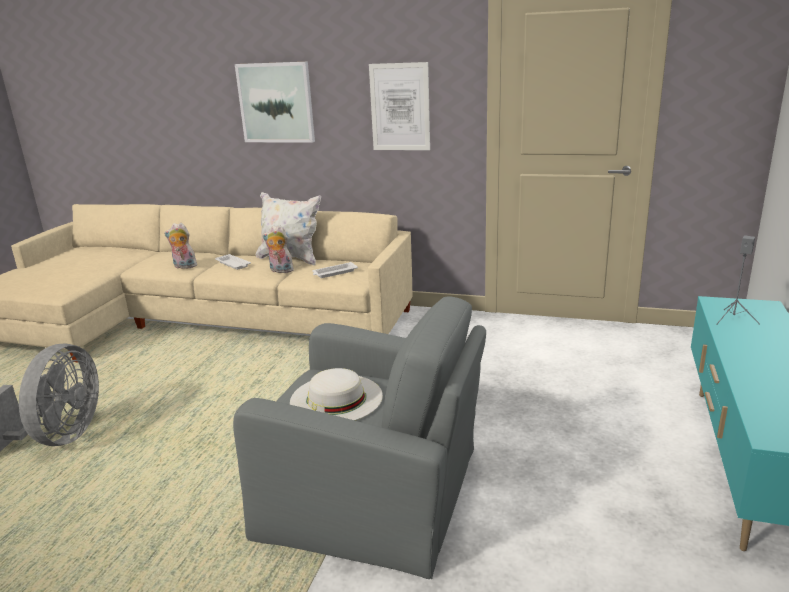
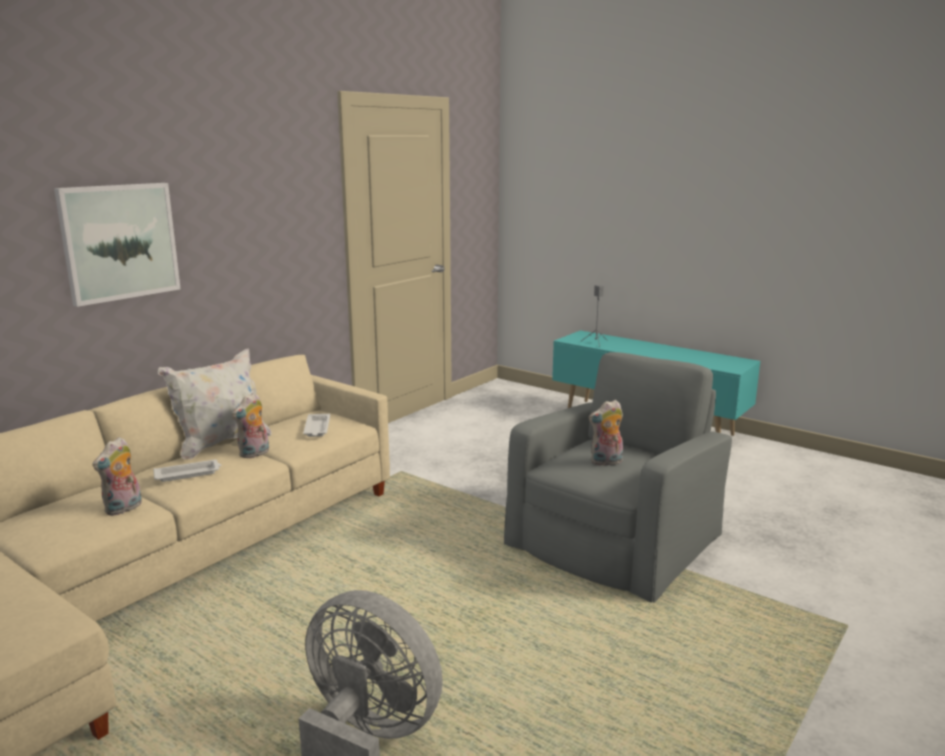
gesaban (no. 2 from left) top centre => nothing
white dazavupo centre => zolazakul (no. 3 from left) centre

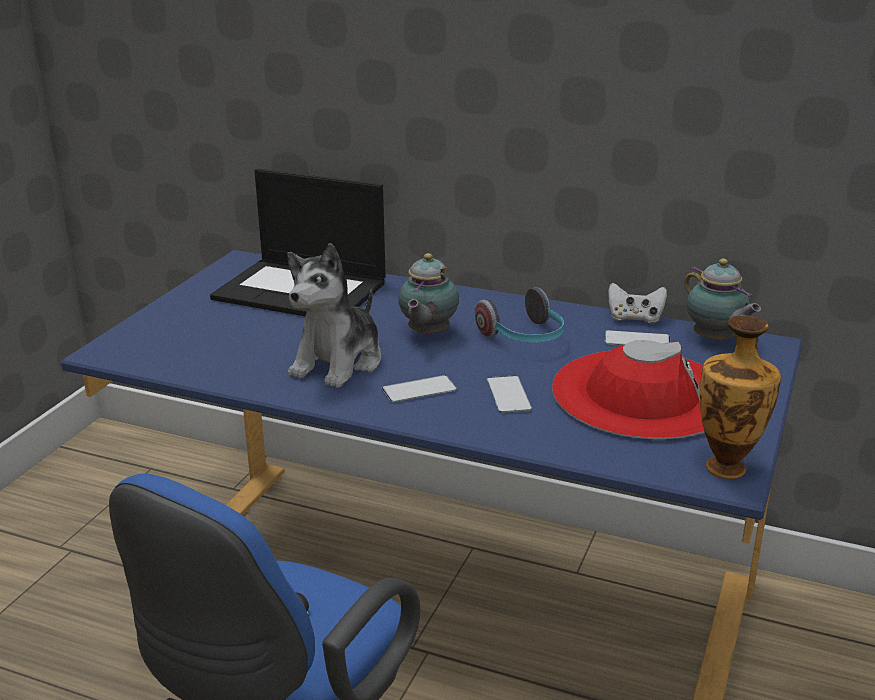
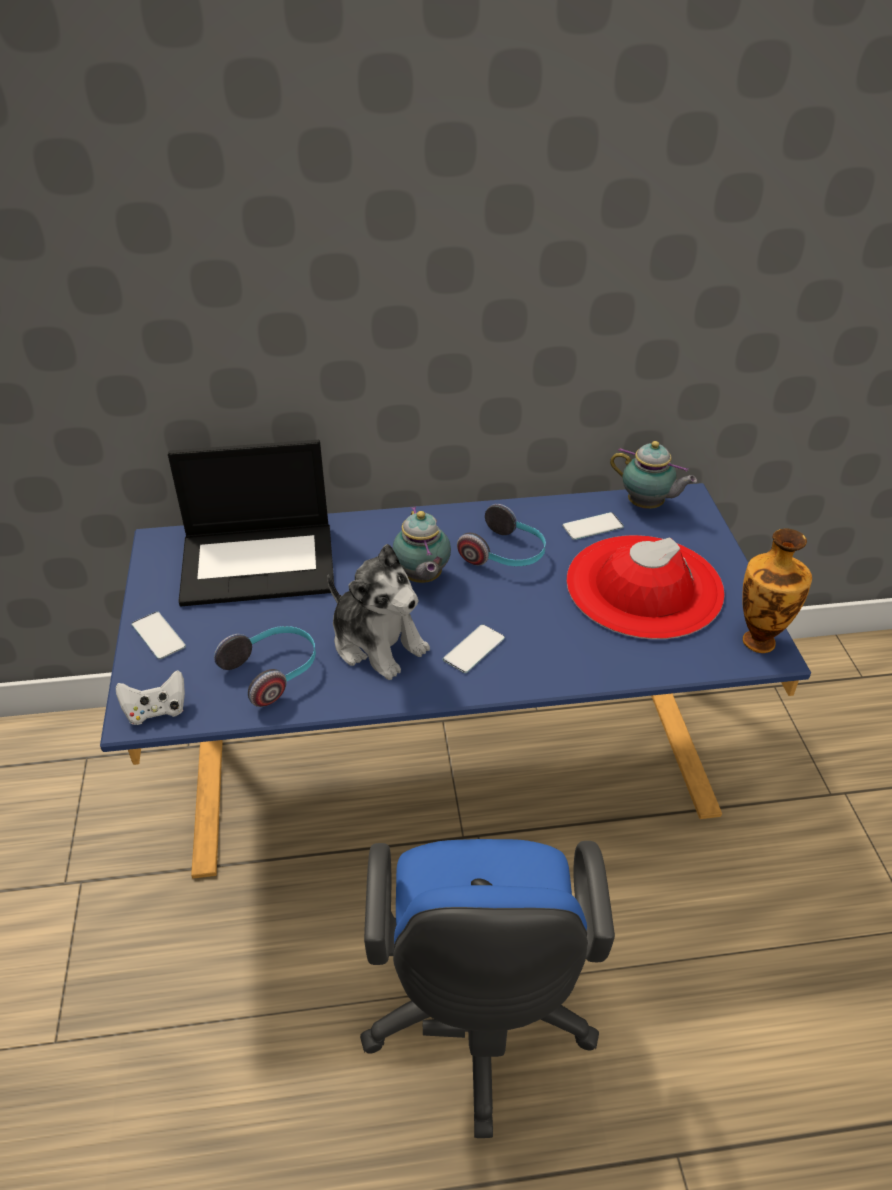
nothing => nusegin (no. 1 from left) middle left
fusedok (no. 2 from left in the first image) centre => fusedok (no. 1 from left) middle left, shifted
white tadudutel middle right => white tadudutel middle left, shifted
zolazakul centre, 45 degrees counterclockwise

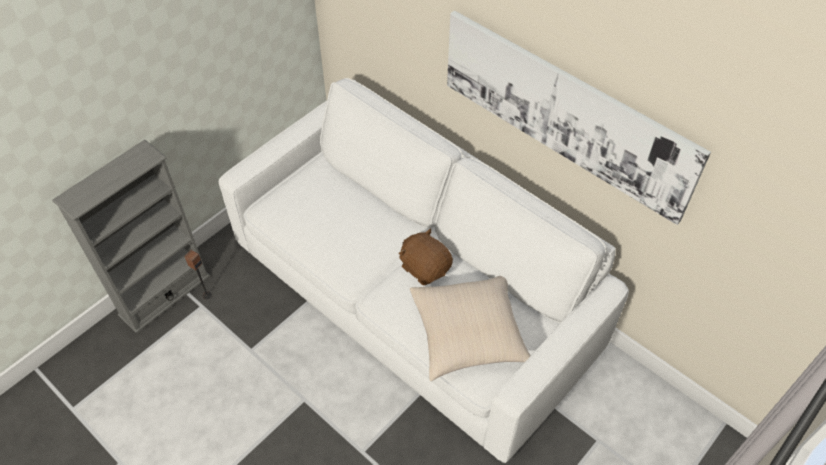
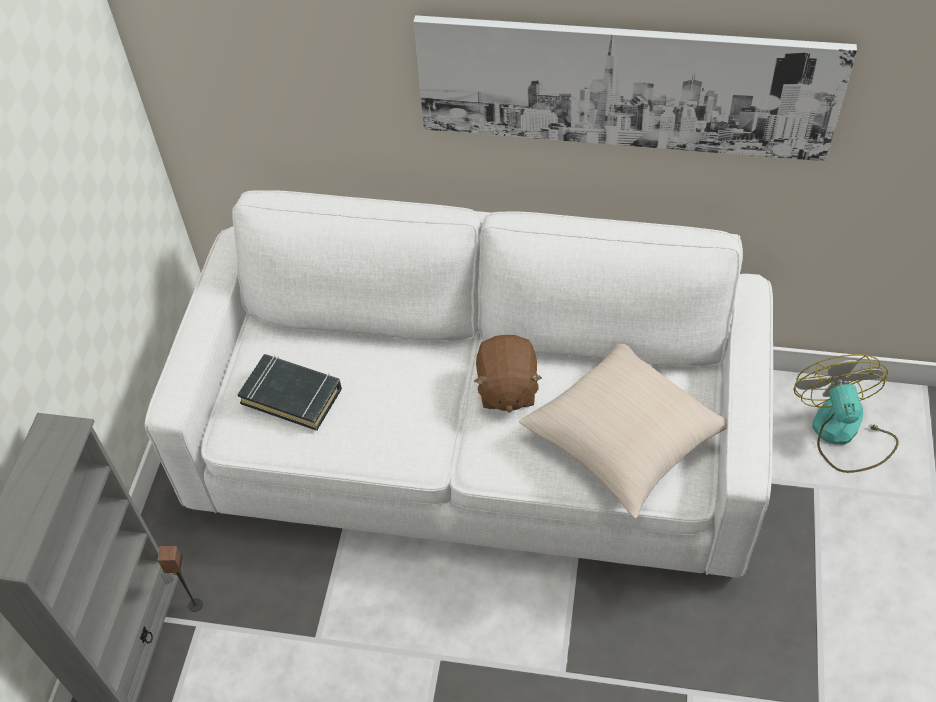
nothing => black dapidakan middle left
nothing => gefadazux middle right
brown zolazakul centre, 105 degrees counterclockwise

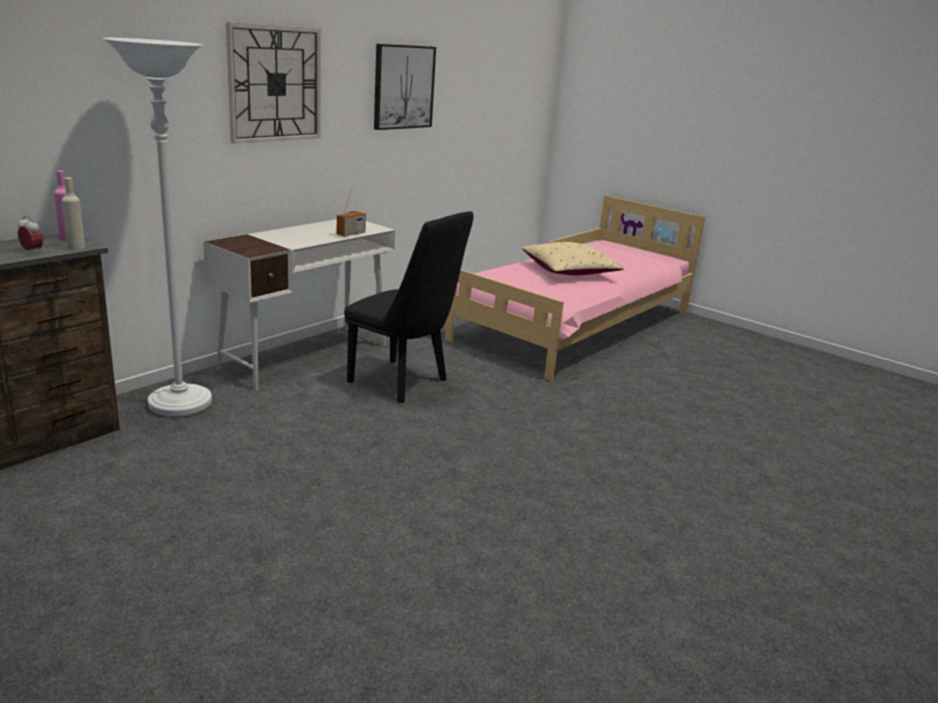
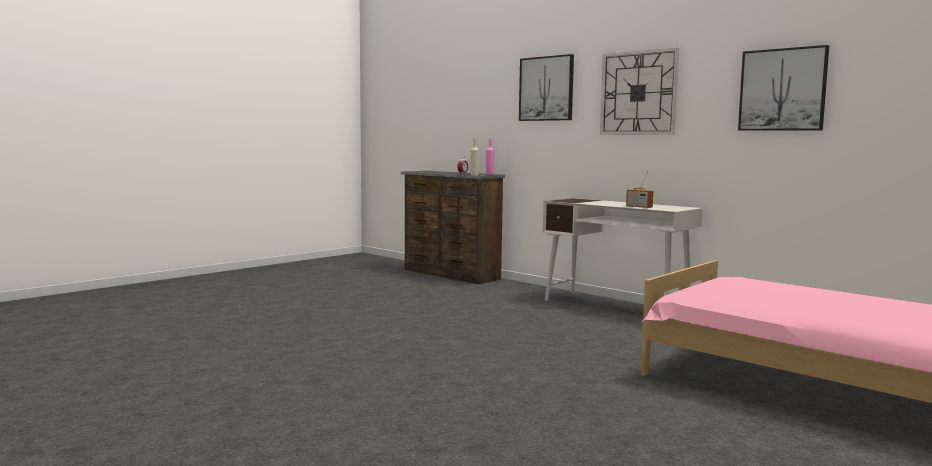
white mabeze top left => nothing
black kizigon centre => nothing
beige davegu centre => nothing
nothing => gesaban (no. 1 from left) top centre

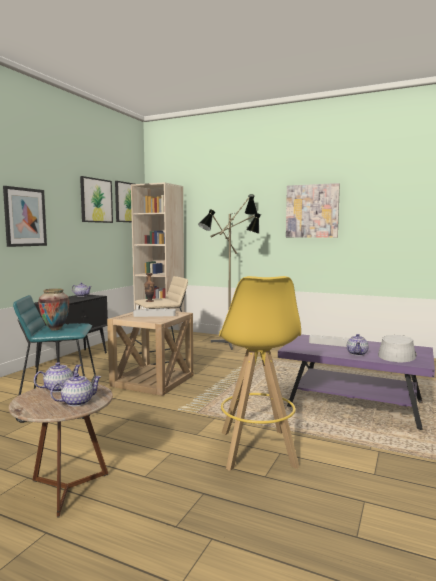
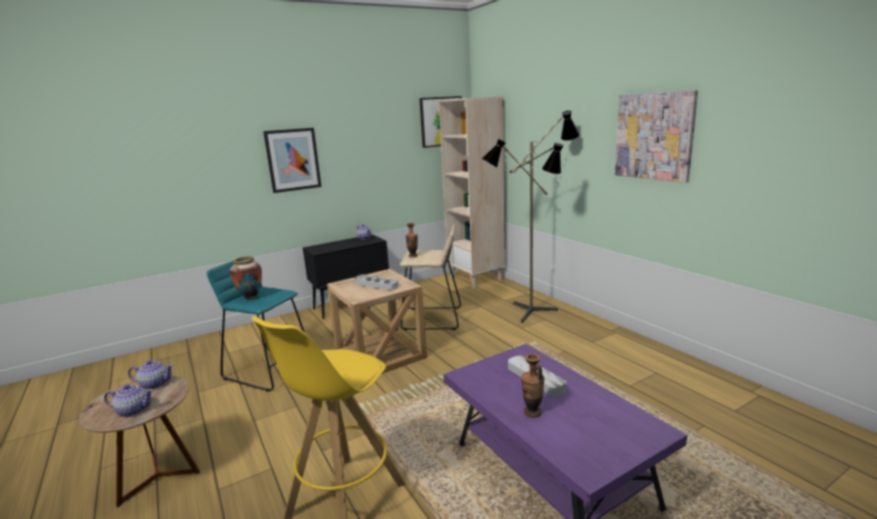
gesaban (no. 2 from left) middle left => nothing
grey dazavupo middle right => nothing
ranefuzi (no. 4 from left) middle right => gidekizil (no. 3 from left) bottom centre

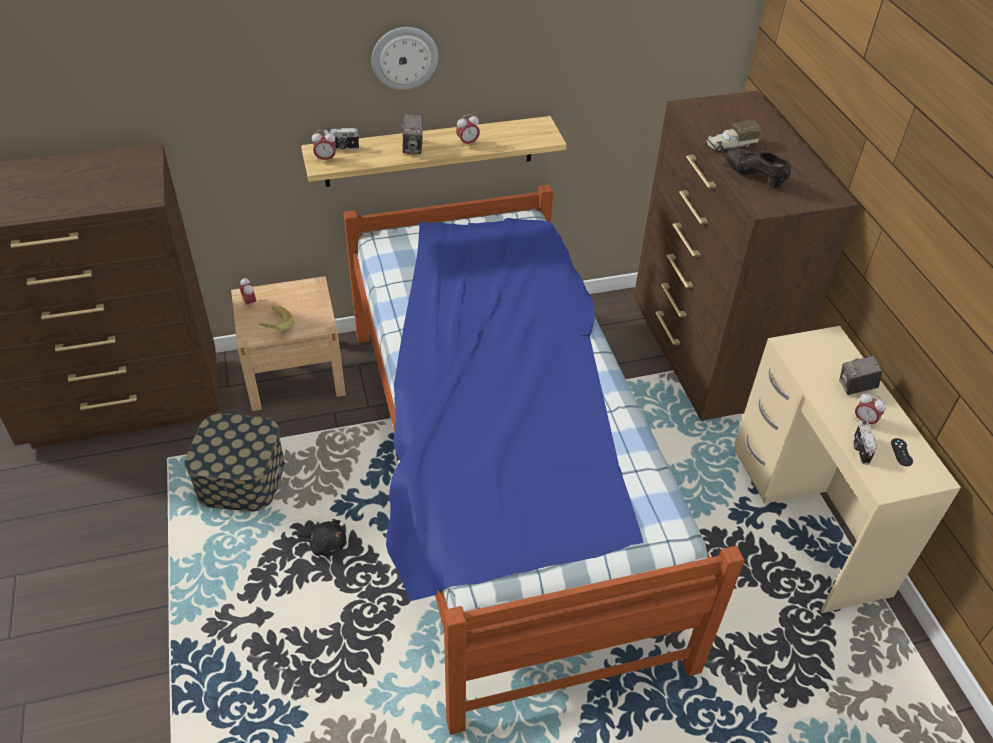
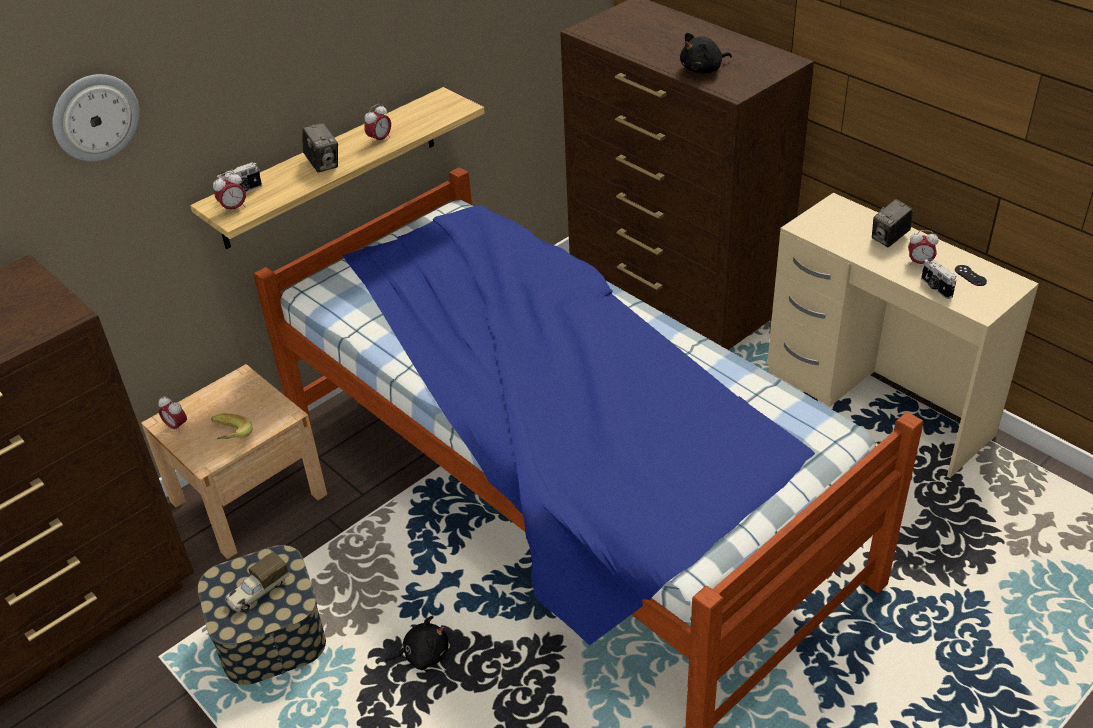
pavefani top centre => pavefani top left, shifted
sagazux top right => sagazux bottom left, shifted
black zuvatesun top right => black zolazakul (no. 2 from left) top centre

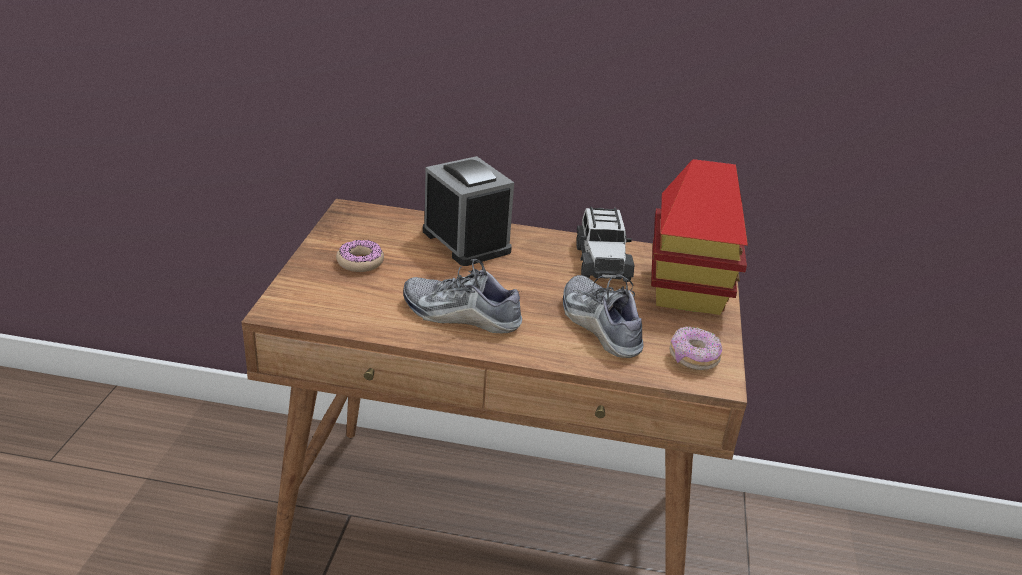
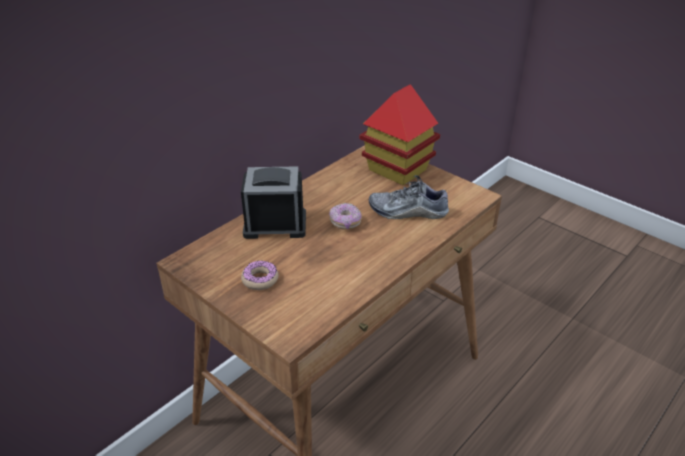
zuvatesun (no. 1 from left) centre => nothing
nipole centre => nothing
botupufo (no. 2 from left) middle right => botupufo (no. 2 from left) centre, shifted

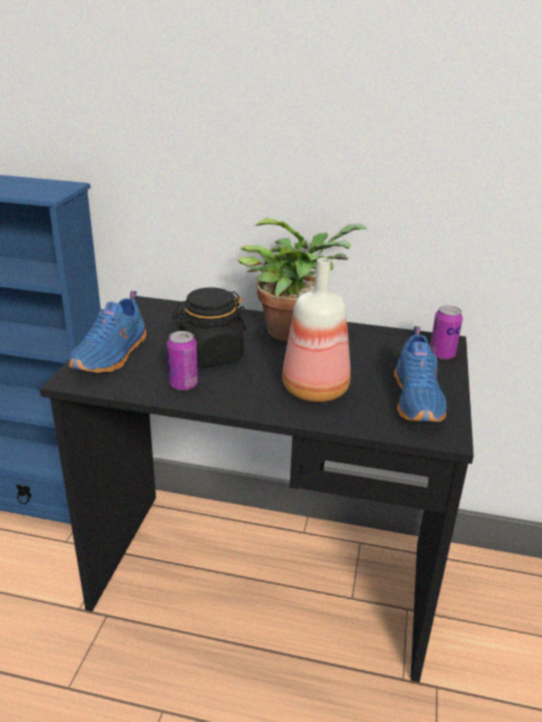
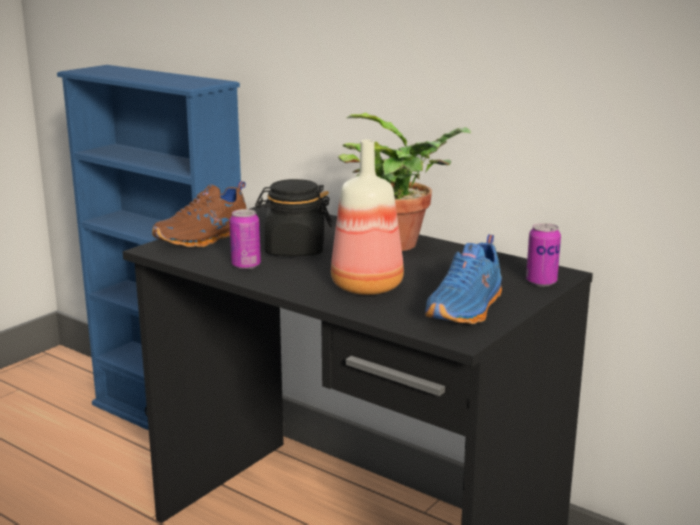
blue zuvatesun (no. 1 from left) middle left => brown zuvatesun middle left

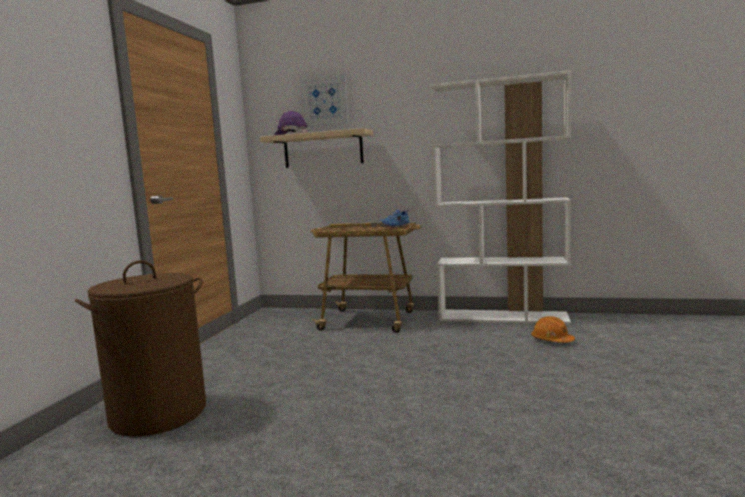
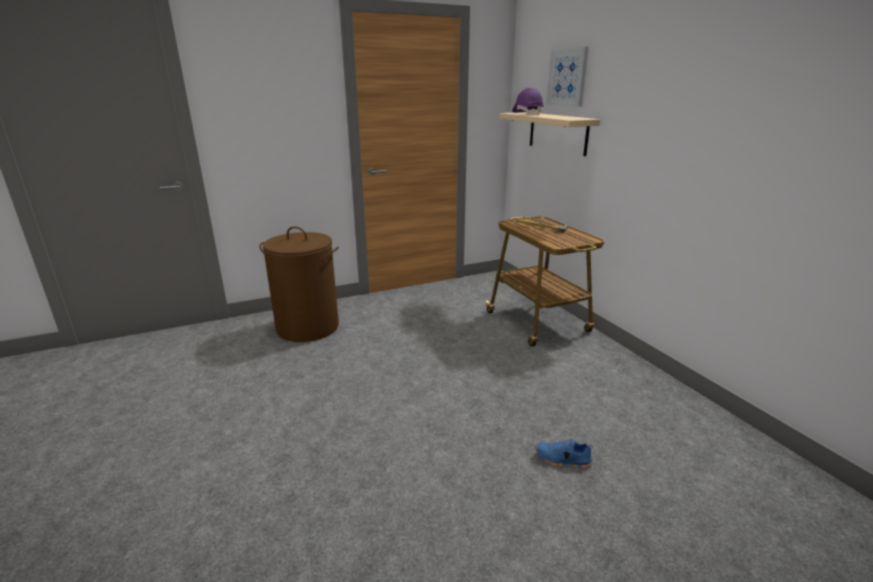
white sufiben middle right => nothing
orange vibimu middle right => nothing
blue zuvatesun centre => blue zuvatesun bottom centre, shifted

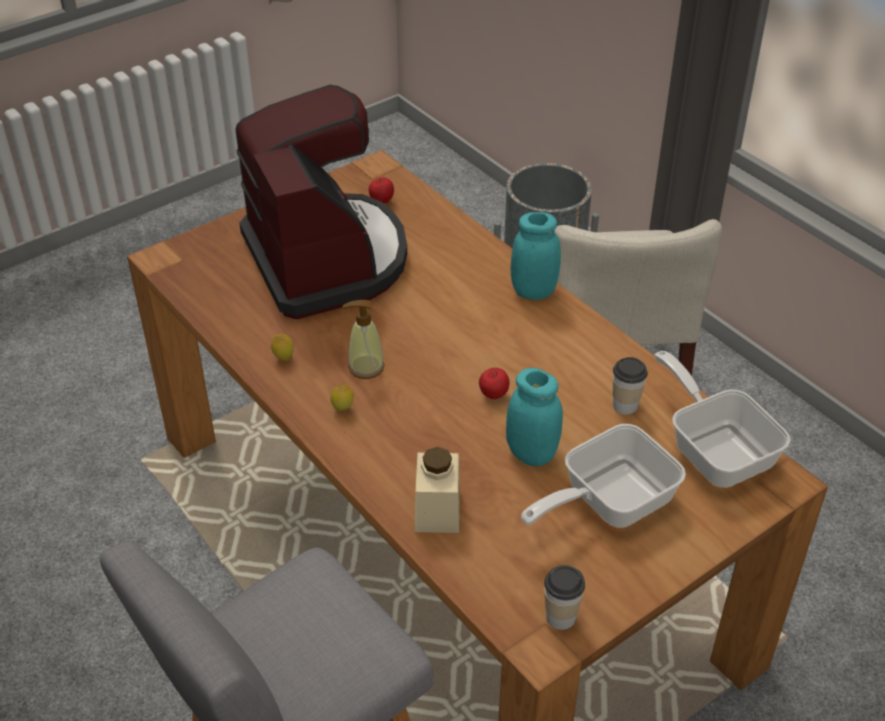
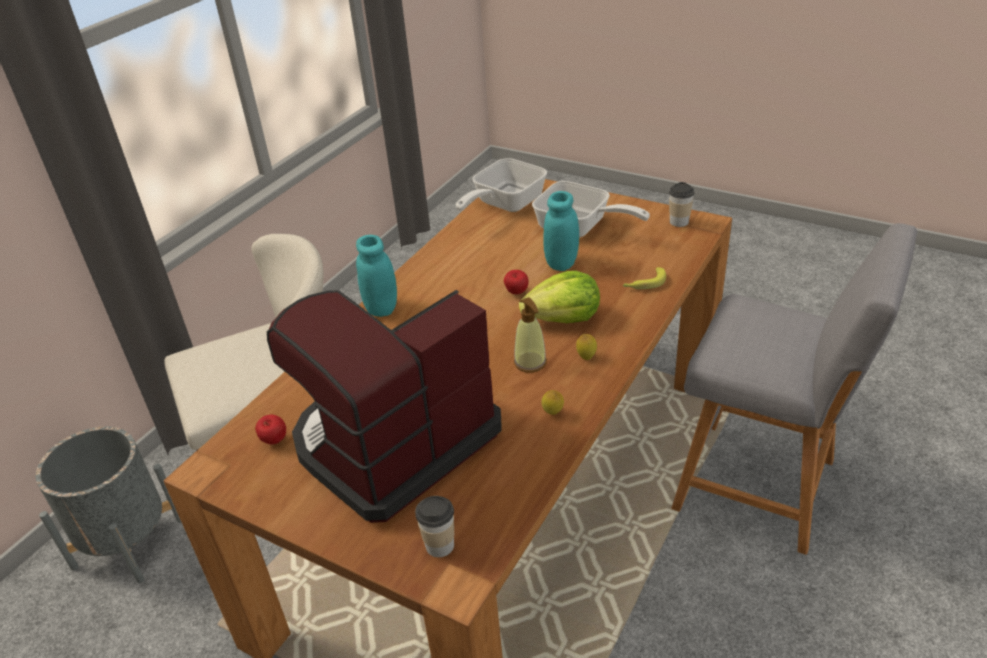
nothing => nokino centre
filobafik (no. 2 from left in the first image) middle right => filobafik (no. 1 from left) bottom centre, shifted
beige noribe bottom centre => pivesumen centre

